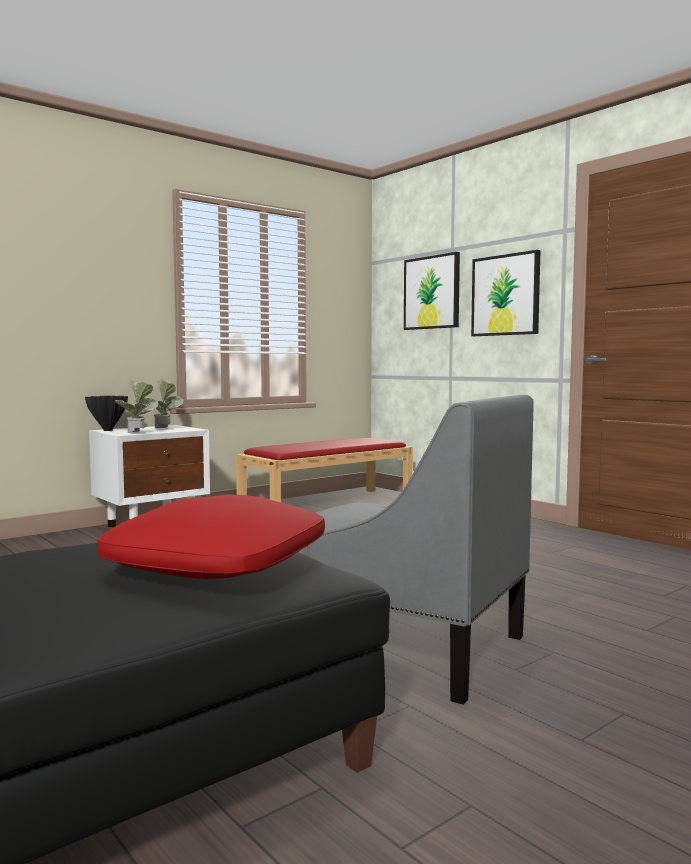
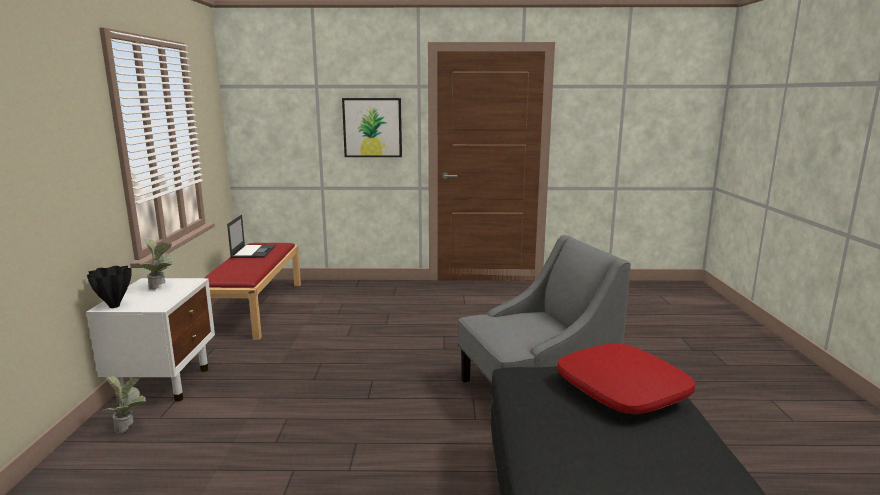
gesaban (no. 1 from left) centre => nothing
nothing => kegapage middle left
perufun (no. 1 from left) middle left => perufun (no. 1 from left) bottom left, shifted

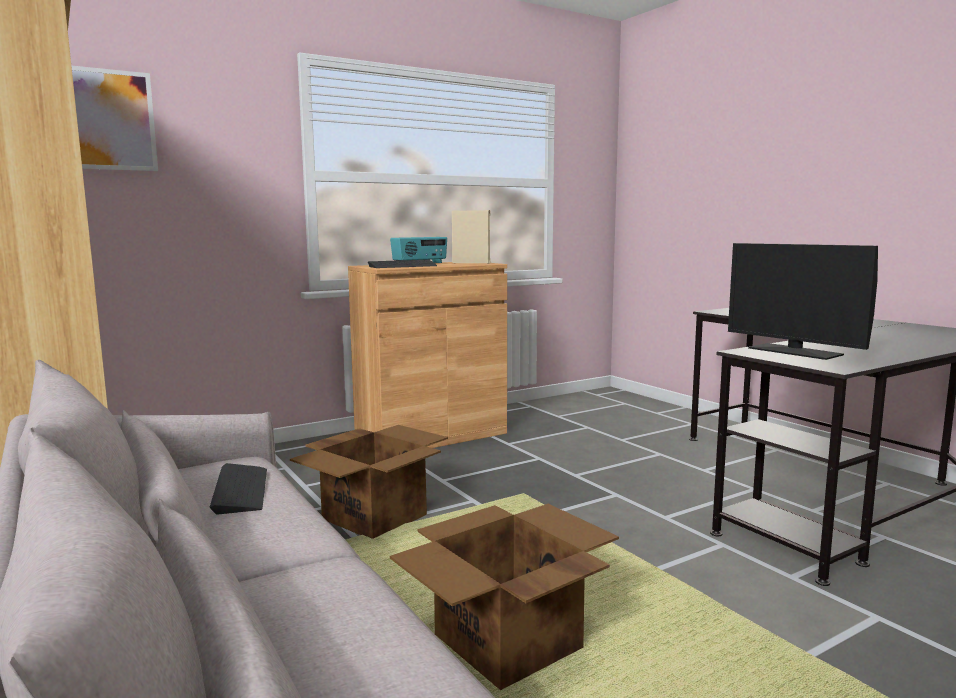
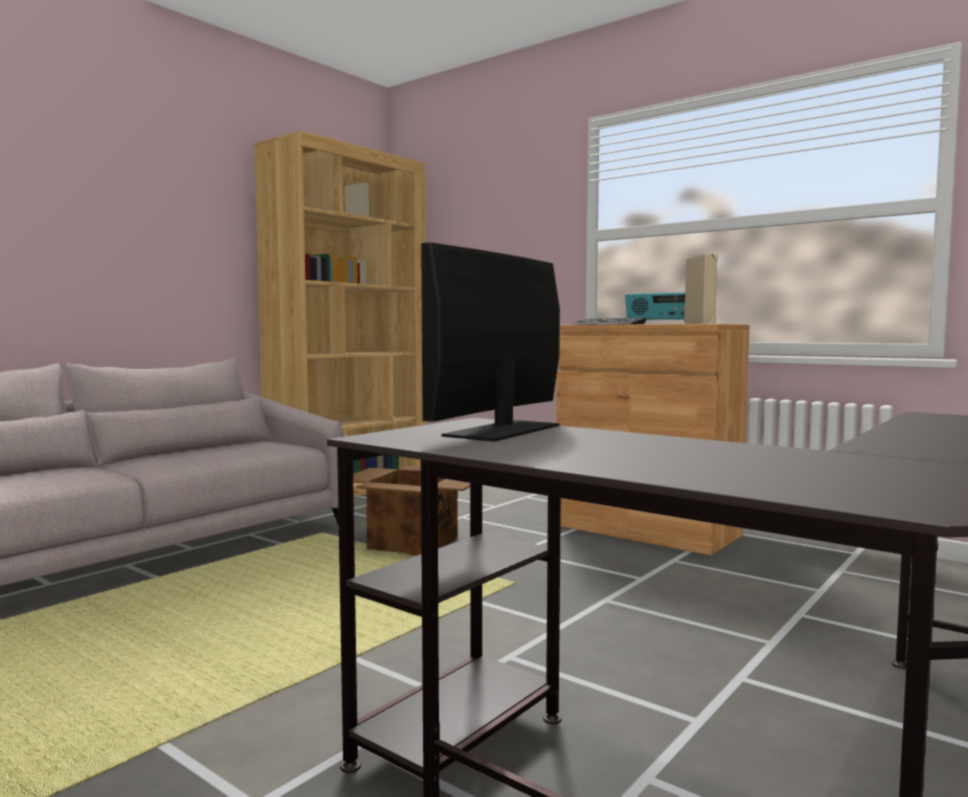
gesaban top left => nothing
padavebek (no. 1 from left) bottom left => nothing
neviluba (no. 2 from left) bottom centre => nothing

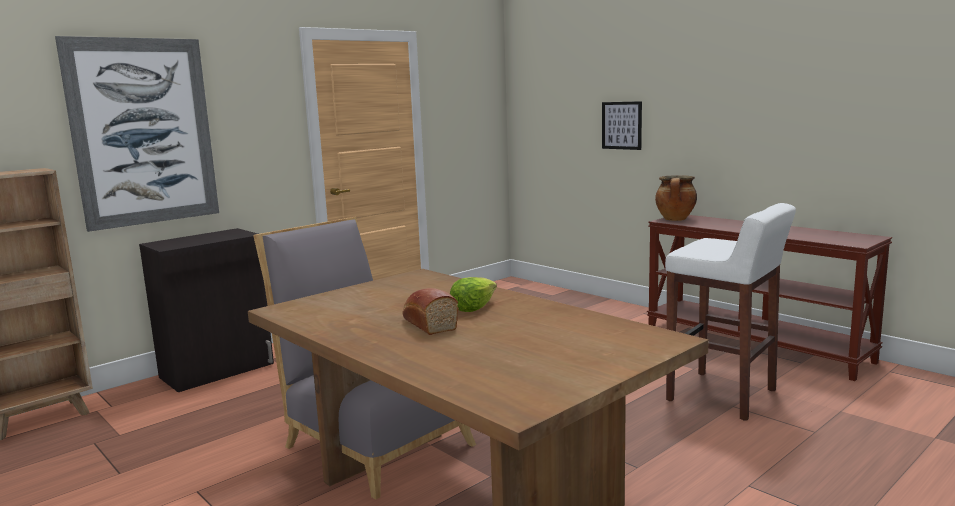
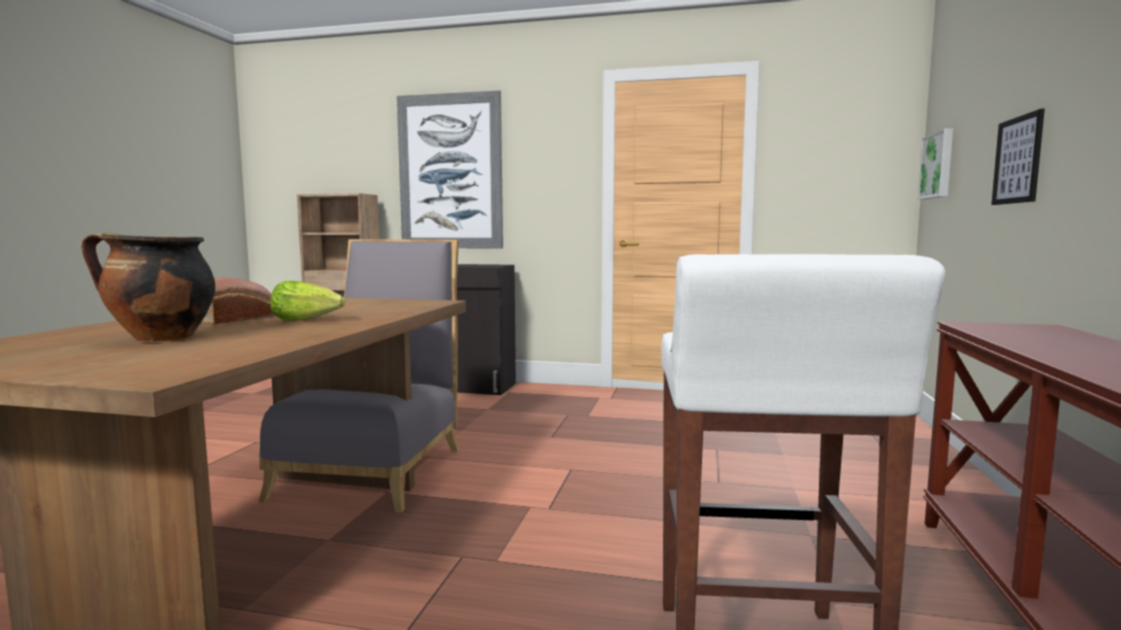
nothing => gesaban (no. 2 from left) top right
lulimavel middle right => lulimavel middle left, shifted

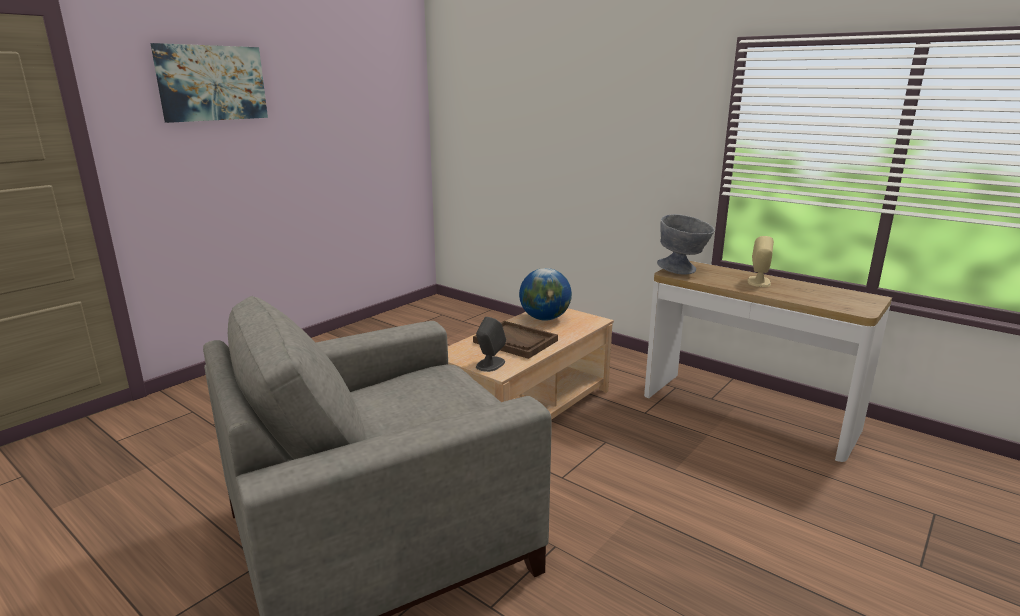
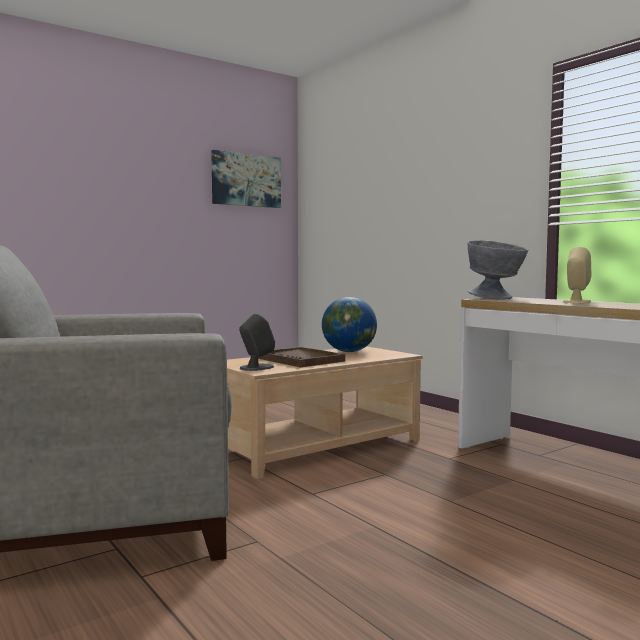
gesaban top left => gesaban top centre, shifted

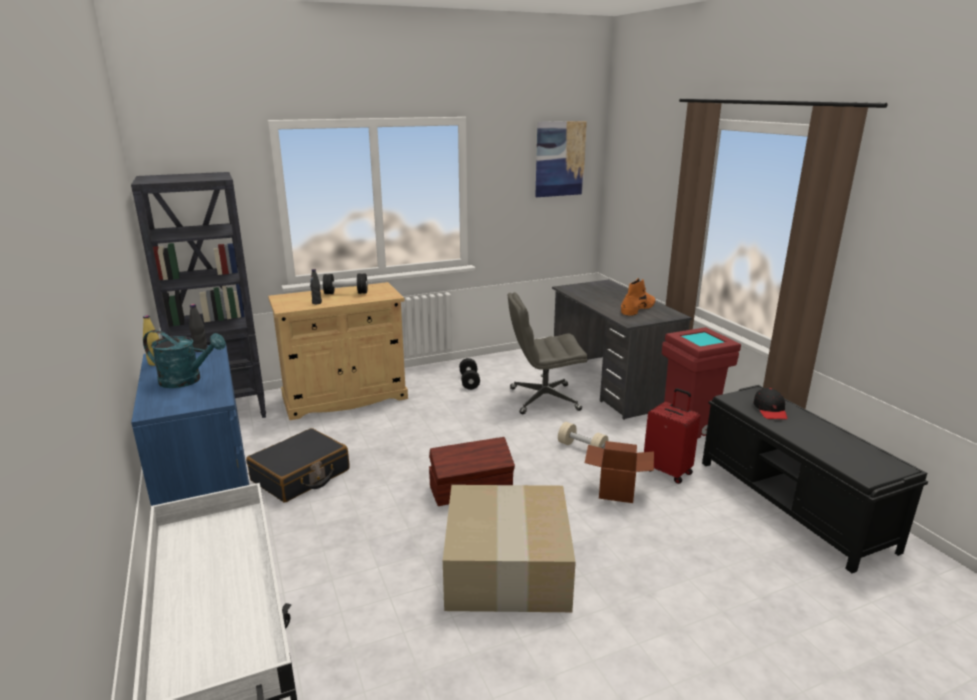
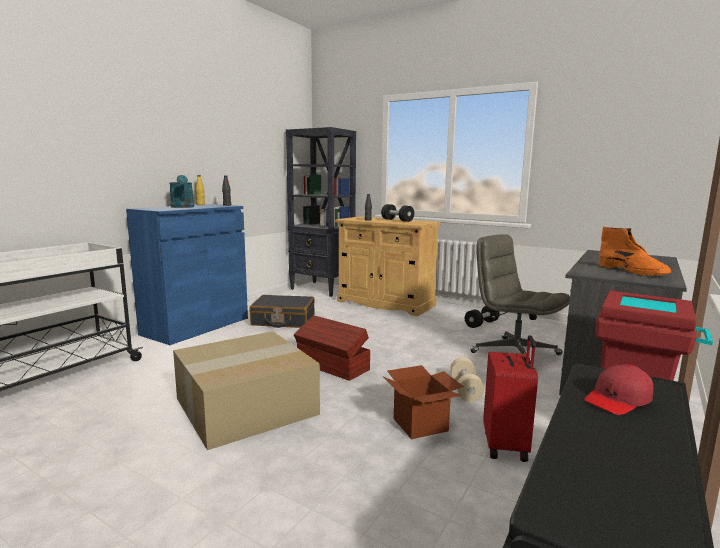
gesaban top centre => nothing
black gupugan middle right => red gupugan bottom right
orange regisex centre => orange regisex middle right, 60 degrees clockwise

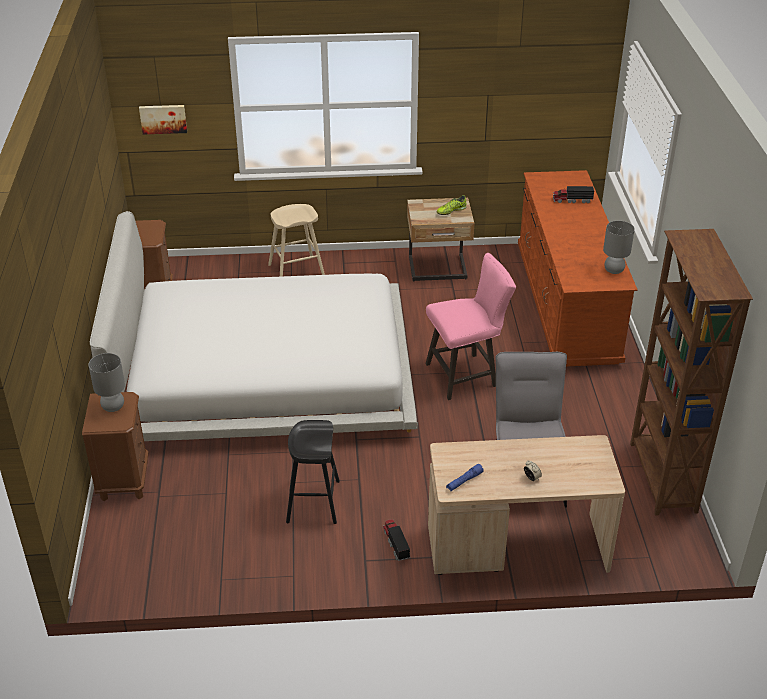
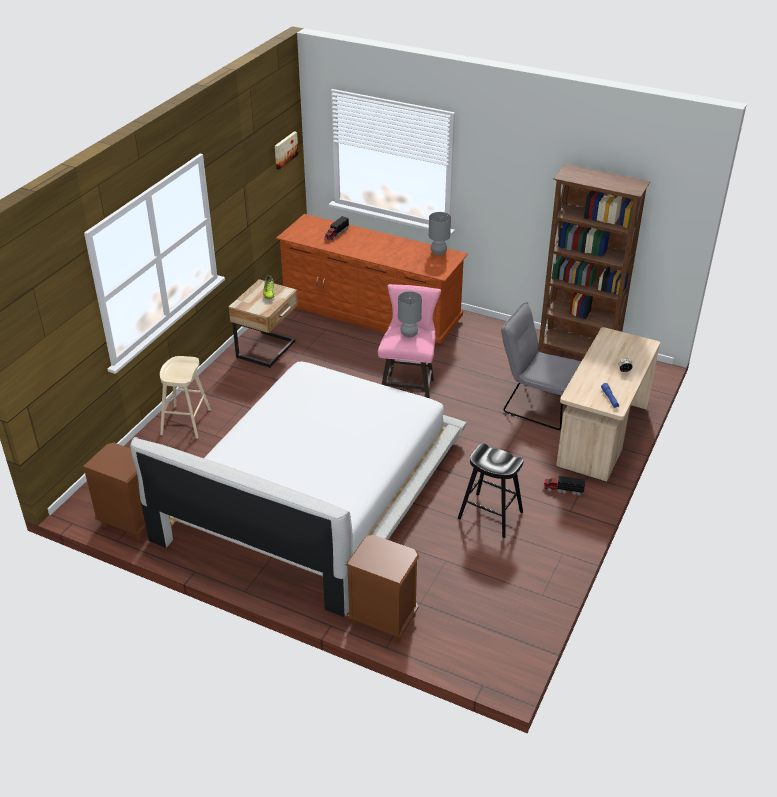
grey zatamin (no. 1 from left) middle left => grey zatamin (no. 1 from left) centre, shifted
gesaban top left => gesaban top centre, shifted

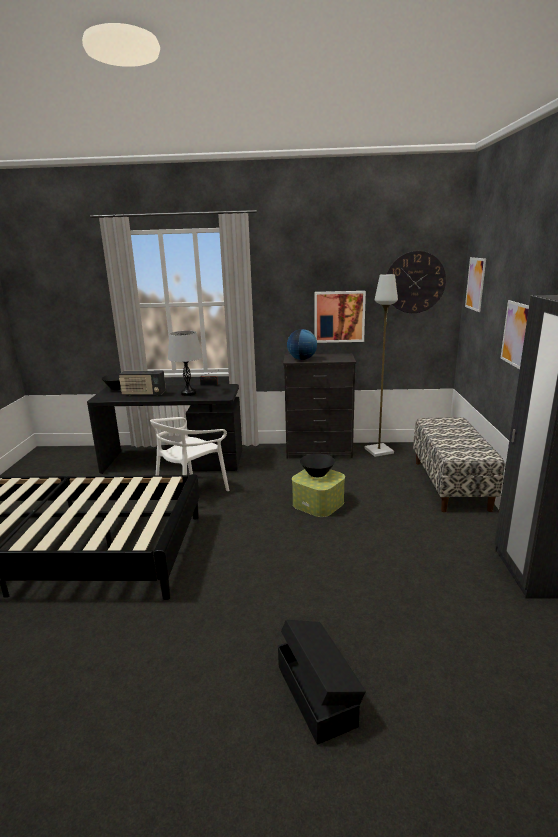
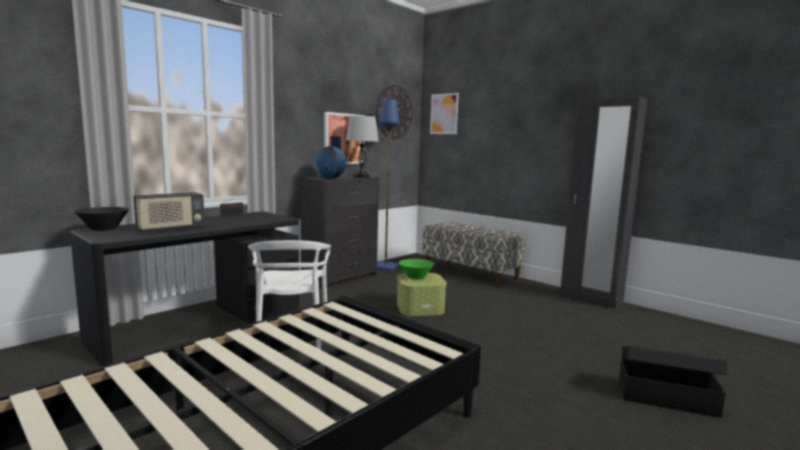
gesaban (no. 3 from left) middle right => nothing
grey zatamin middle left => grey zatamin top centre, shifted
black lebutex (no. 2 from left) centre => green lebutex centre
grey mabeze middle right => blue mabeze centre

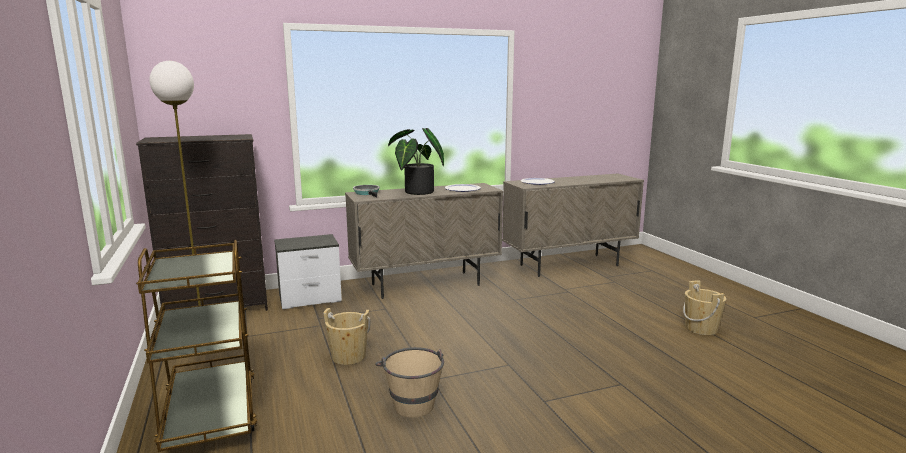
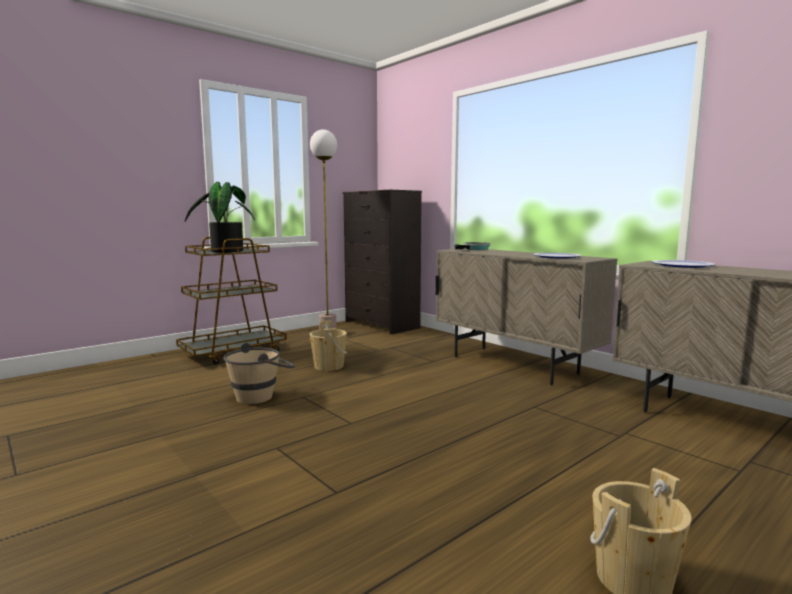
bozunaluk centre => nothing
perufun centre => perufun middle left, shifted

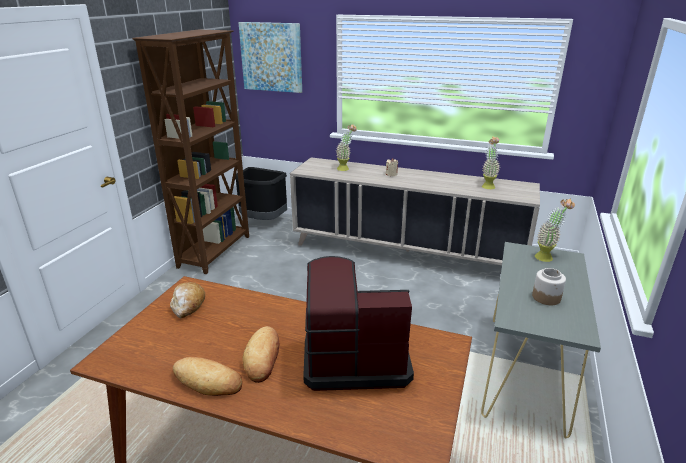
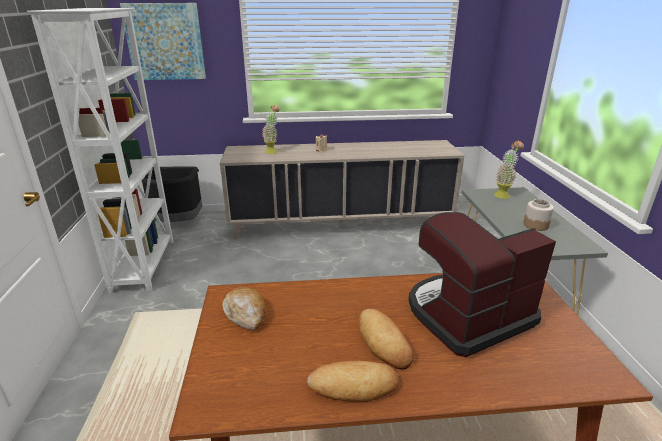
perufun (no. 2 from left) middle right => nothing
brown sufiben top left => white sufiben middle left

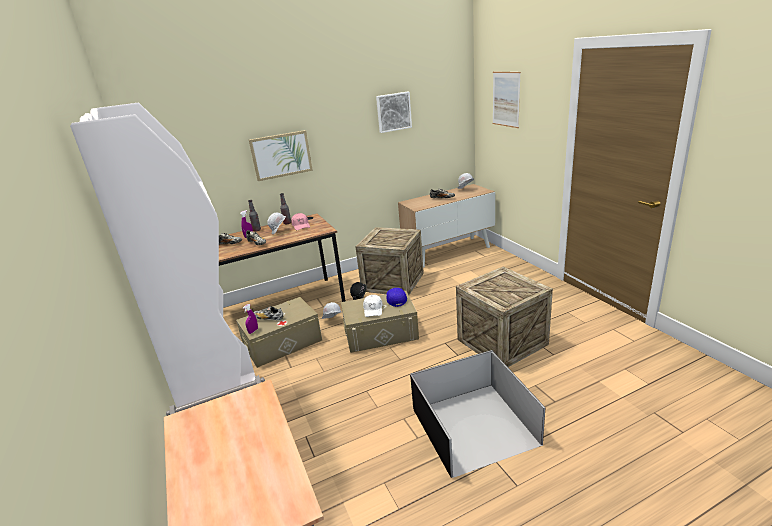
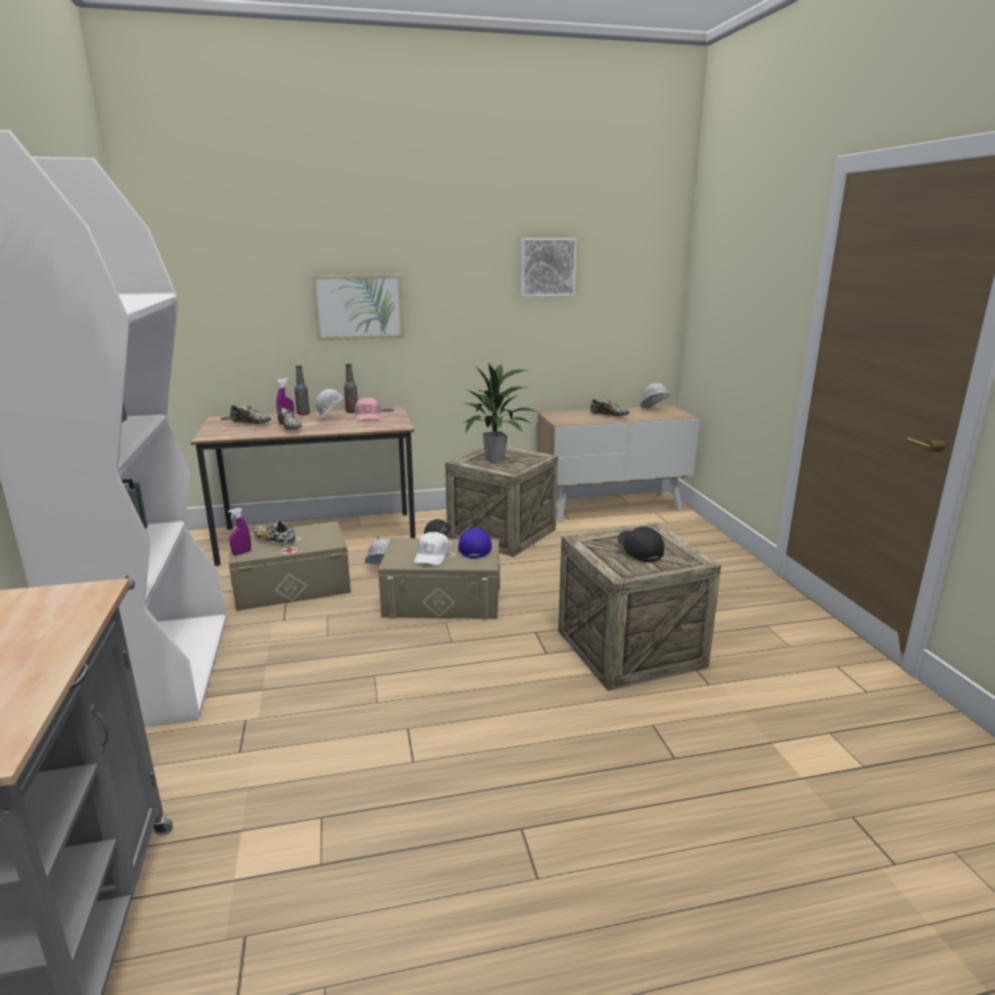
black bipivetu bottom centre => nothing
gesaban (no. 3 from left) top centre => nothing
nothing => perufun centre
nothing => black gupugan centre

